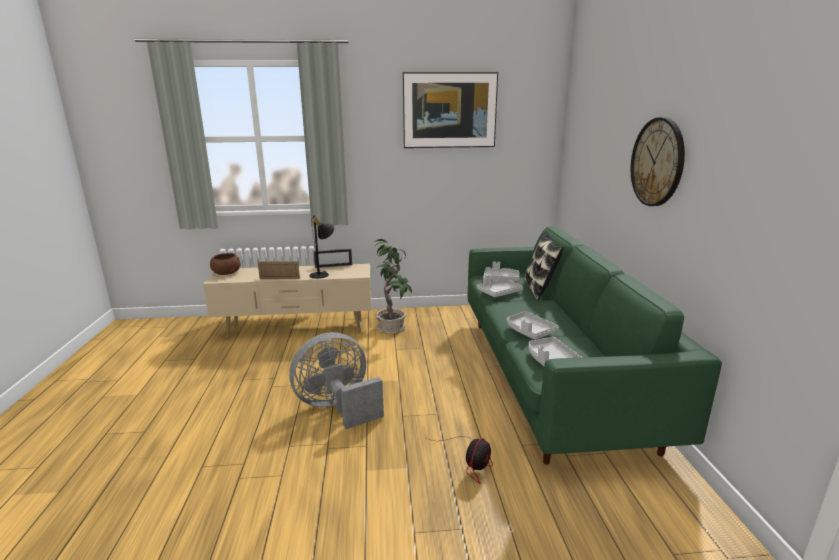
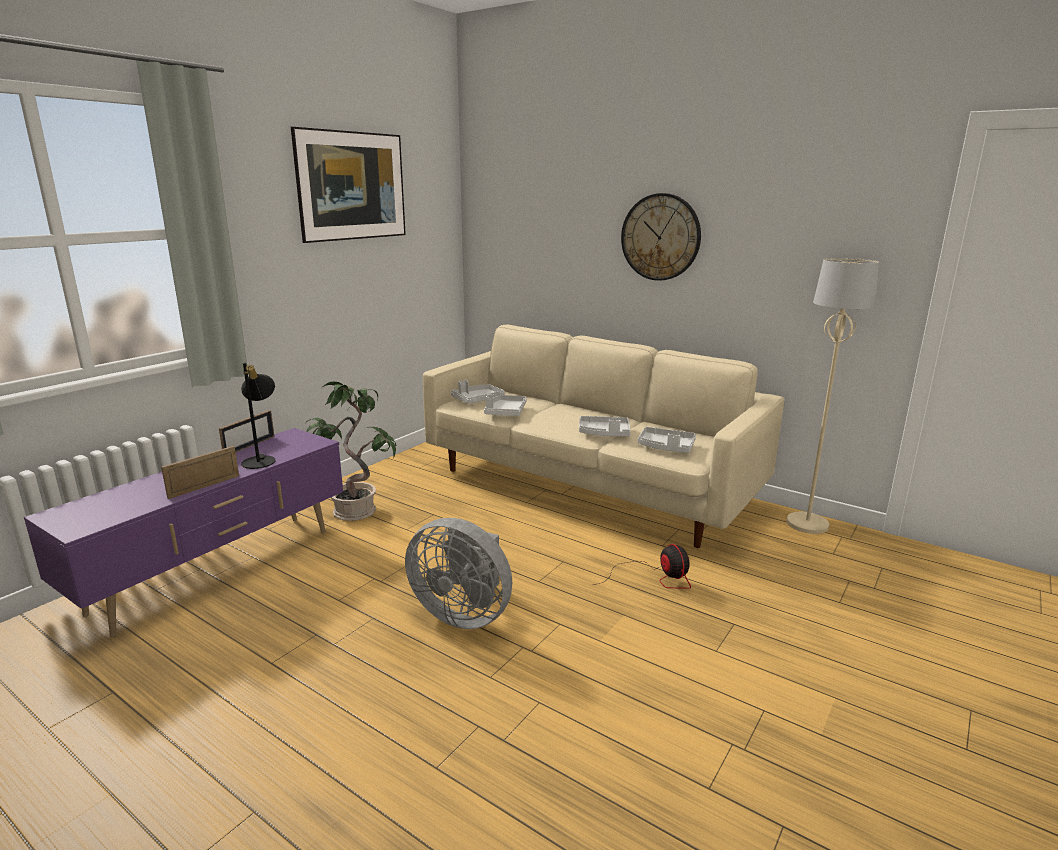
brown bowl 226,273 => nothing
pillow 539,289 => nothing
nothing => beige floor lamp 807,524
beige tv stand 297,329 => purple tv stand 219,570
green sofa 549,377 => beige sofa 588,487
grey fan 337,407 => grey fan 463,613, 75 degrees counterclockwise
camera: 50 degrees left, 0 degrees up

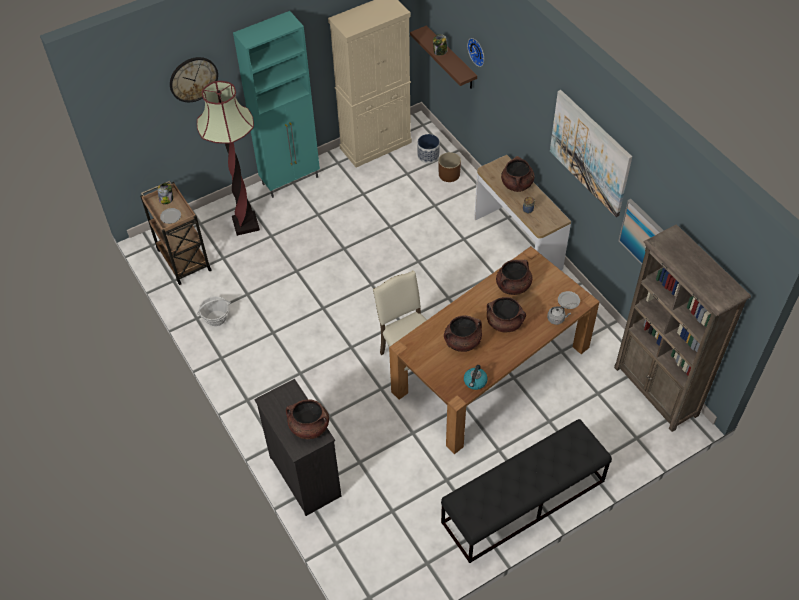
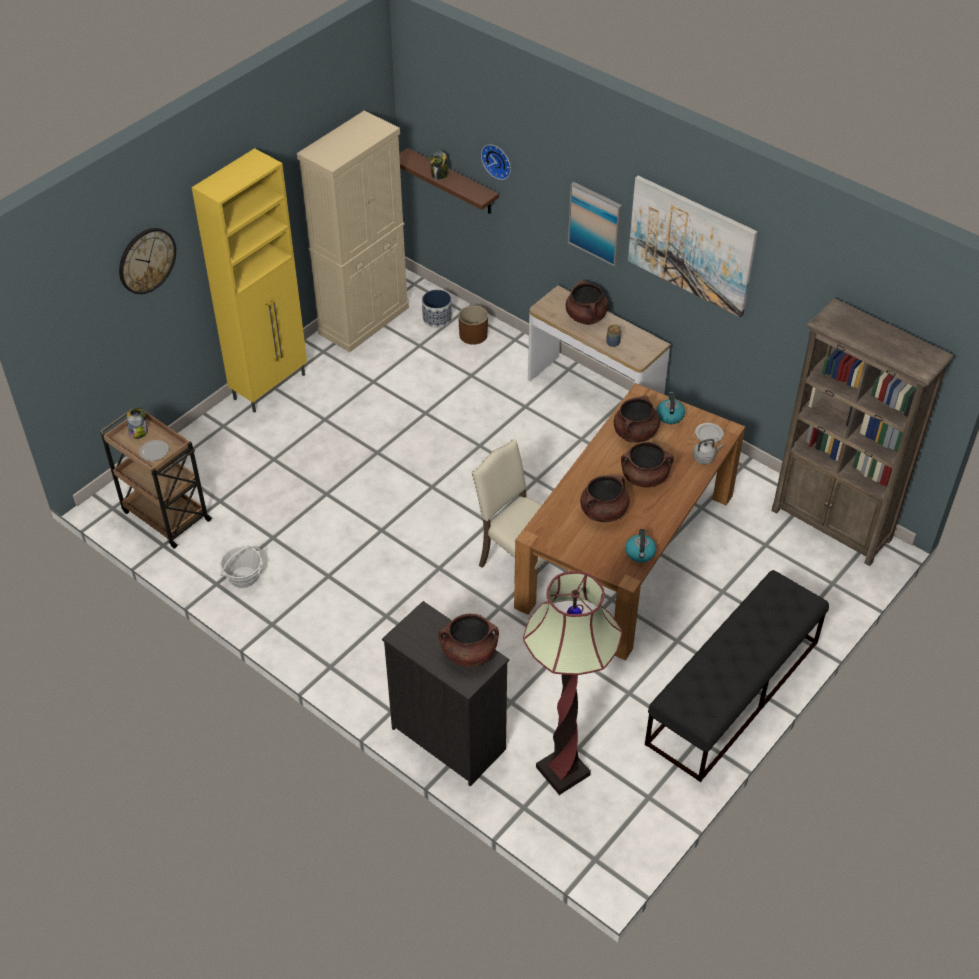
nothing => kettle 669,415
floor lamp 246,224 => floor lamp 563,771, shifted
picture 642,235 => picture 595,223, shifted
turquoise cabinet 291,181 => yellow cabinet 271,386
camera: 20 degrees left, 5 degrees down

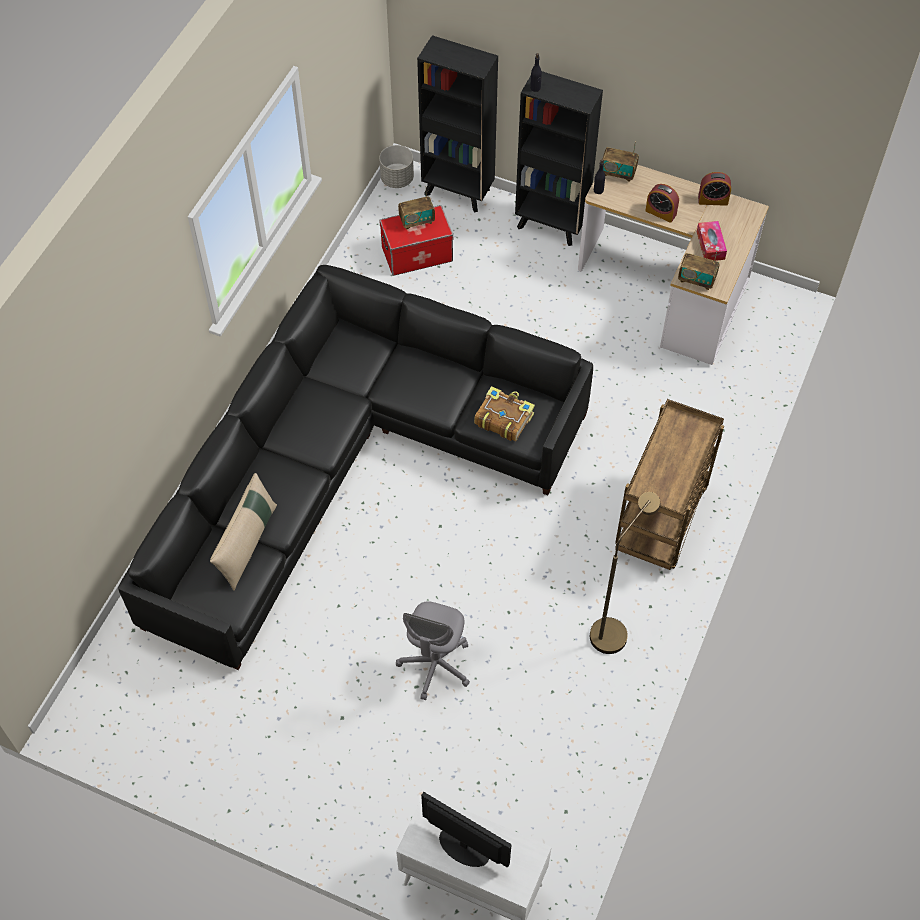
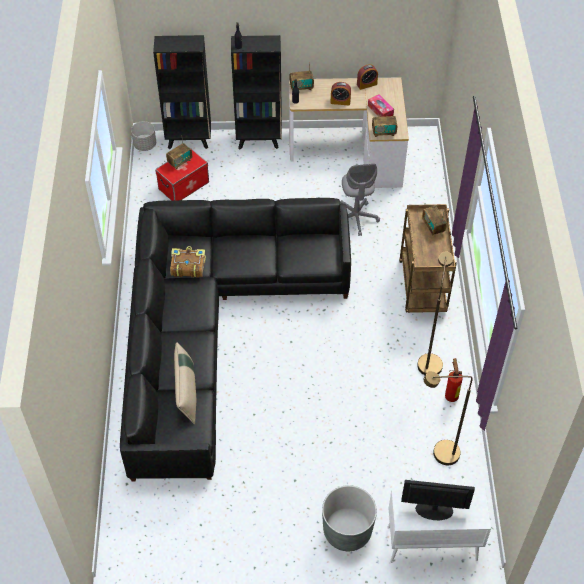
nothing => grey planter 347,531
nothing => radio 433,227
nothing => brown floor lamp 438,454
nothing => fire extinguisher 451,395
grey office chair 435,665 => grey office chair 356,218, shifted
book 503,418 => book 187,266, shifted
camera: 25 degrees left, 5 degrees down

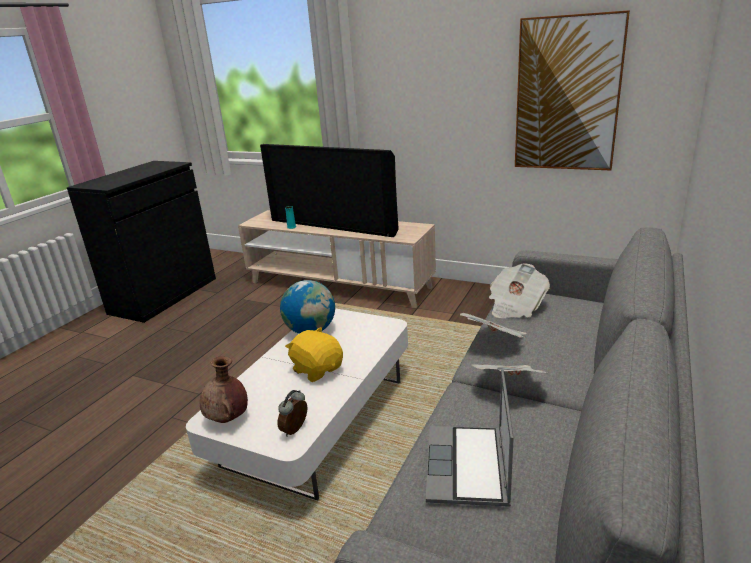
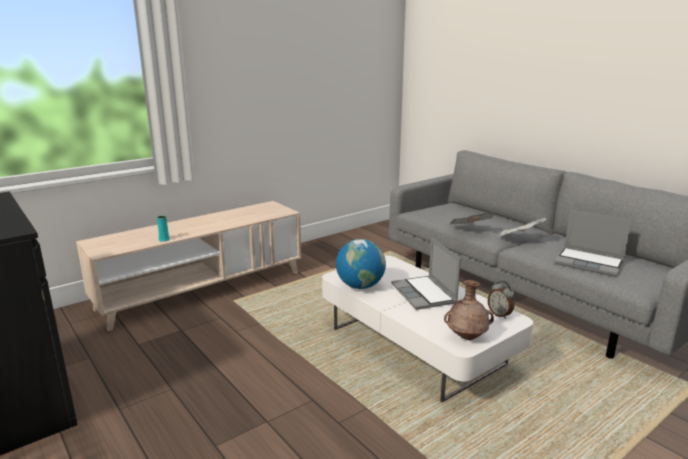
television 334,225 => nothing
newspaper 515,306 => nothing
picture 567,95 => nothing
yellow plush toy 317,369 => laptop 424,294
camera: 65 degrees left, 5 degrees down

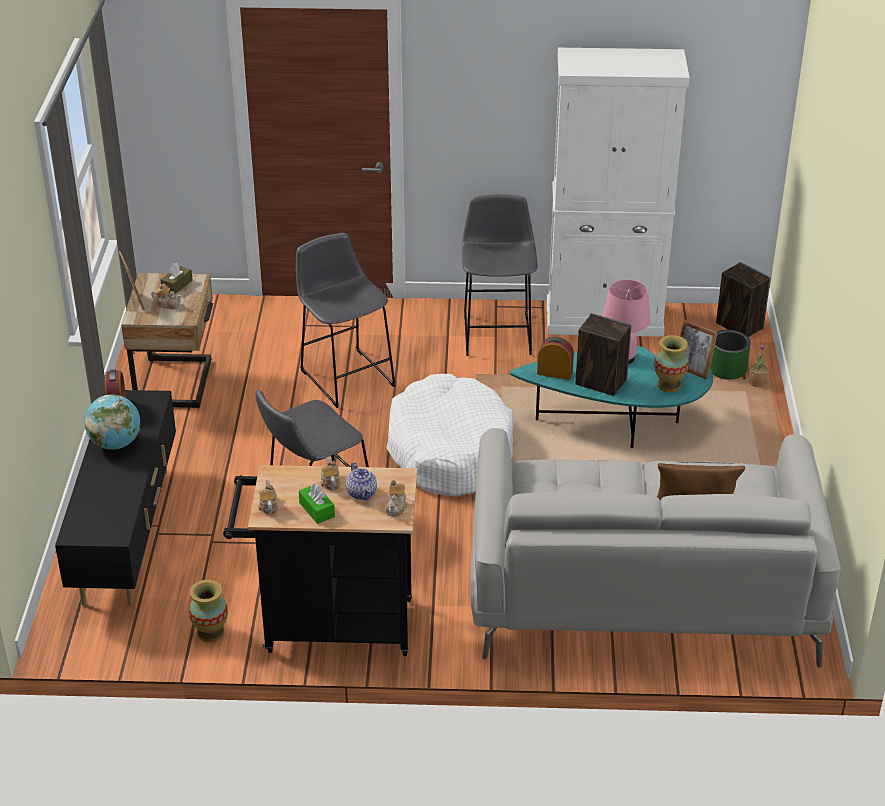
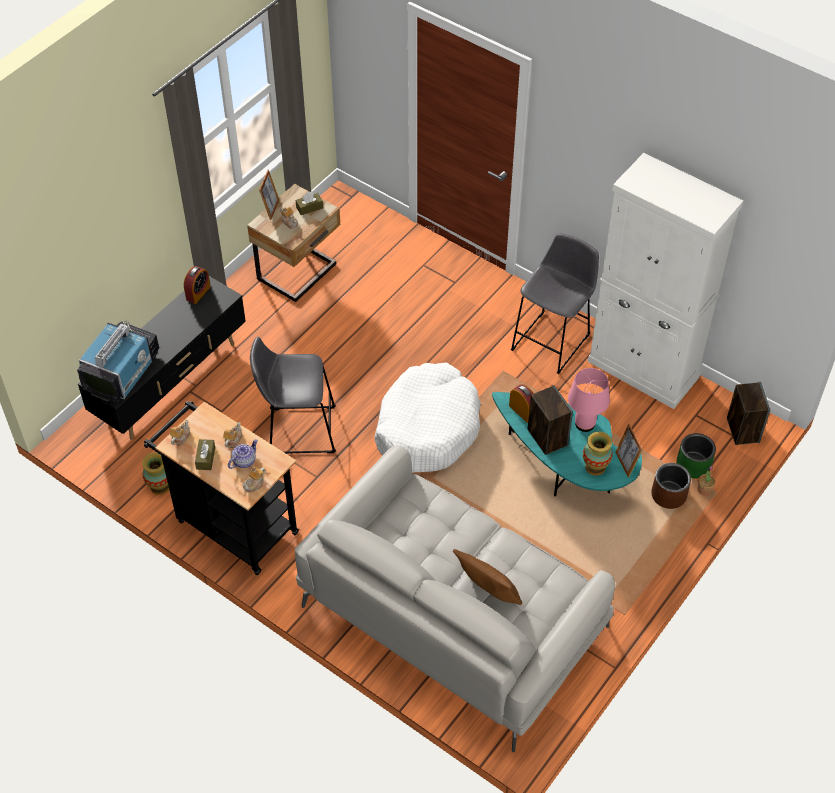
globe 115,443 => nothing
grey stool 345,375 => nothing
nothing => television 123,372
nothing => brown planter 668,495
green tissue box 317,510 => brown tissue box 205,458
teapot 362,493 => teapot 244,461, 150 degrees counterclockwise
camera: 35 degrees right, 15 degrees up

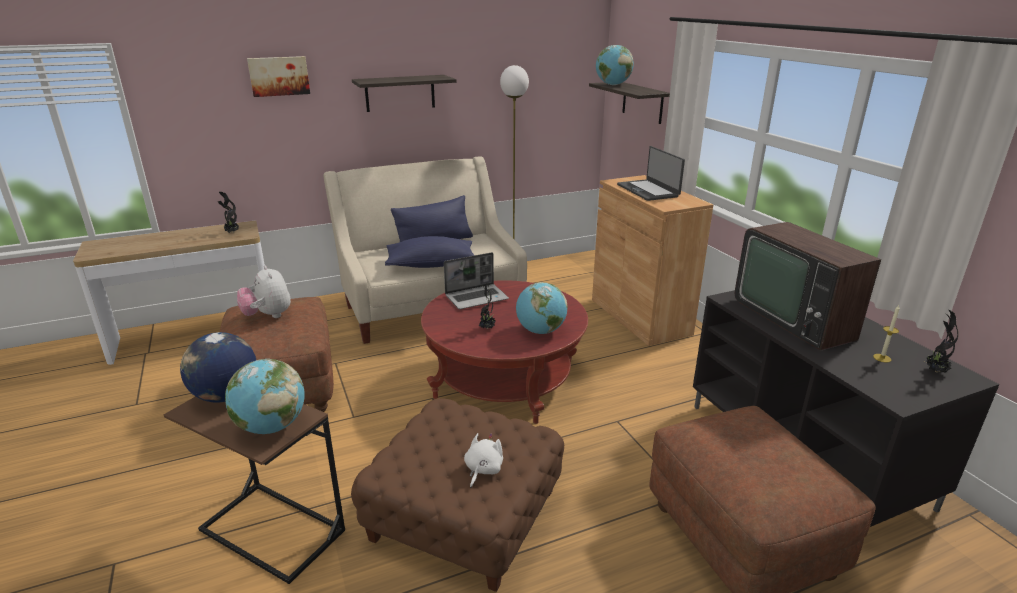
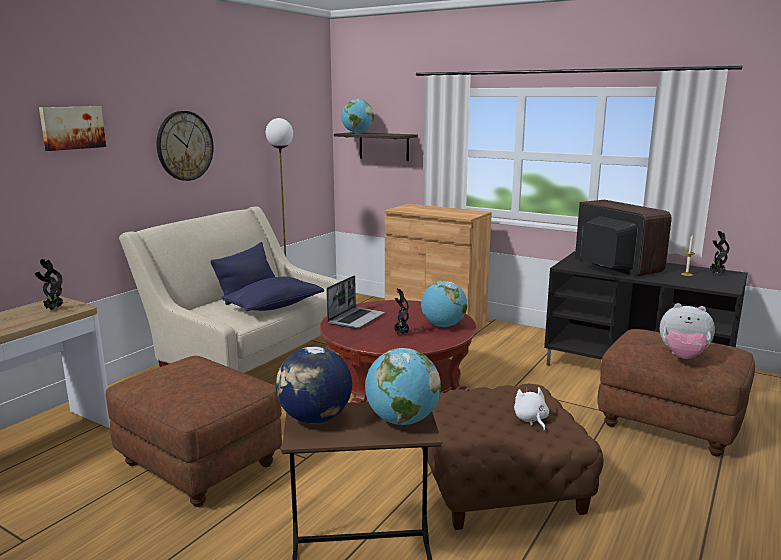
laptop 648,190 => nothing
plush toy 268,315 => plush toy 683,357, shifted
shelf 400,93 => wall clock 184,146
television 796,316 => television 614,266, 150 degrees counterclockwise
camera: 35 degrees left, 10 degrees down

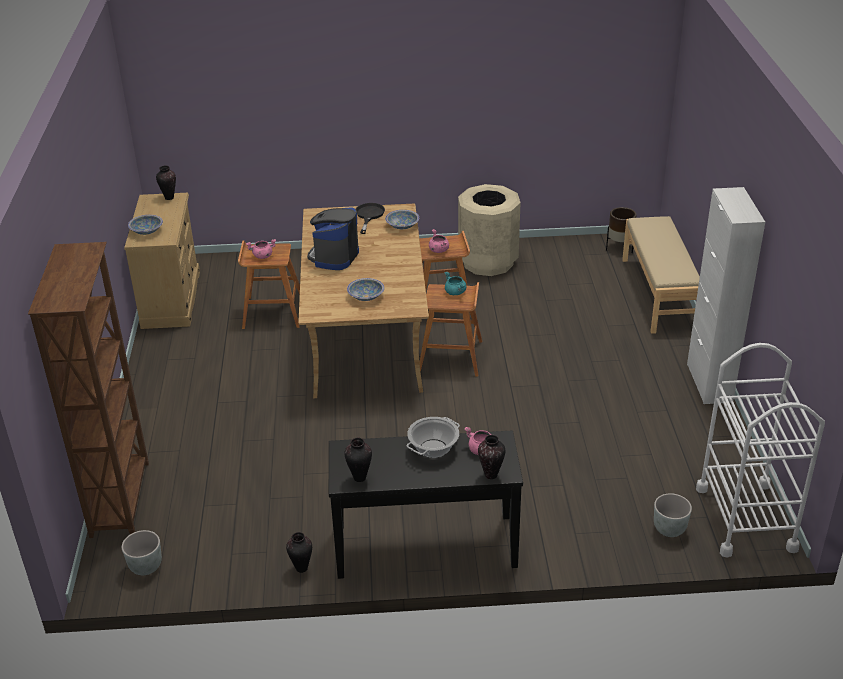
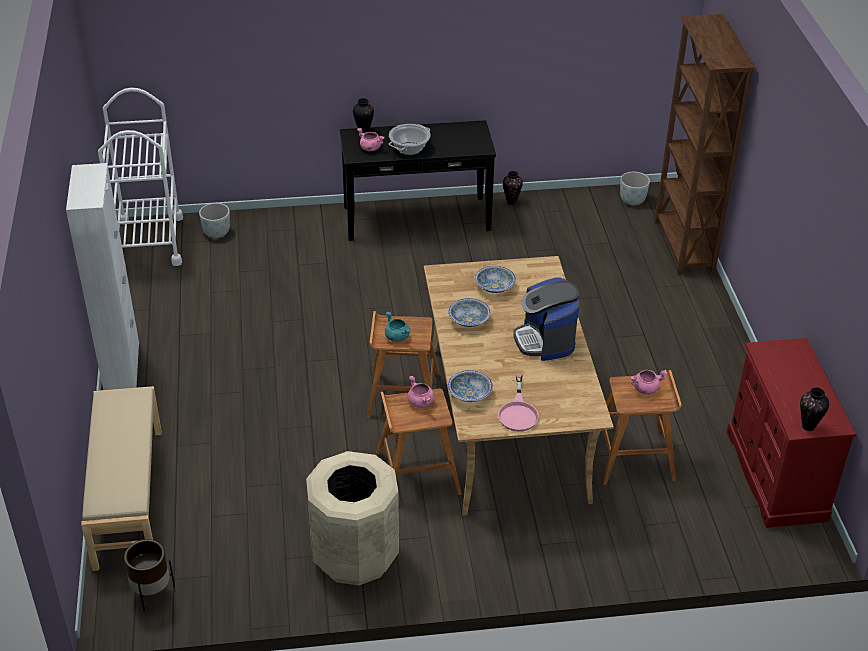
vase 359,478 => nothing
bowl 146,231 => bowl 469,320, shifted
beige dresser 171,299 => red dresser 775,475
black frying pan 369,215 => pink frying pan 518,412
coffee machine 334,257 => coffee machine 545,340, 150 degrees clockwise
camera: 175 degrees right, 5 degrees up

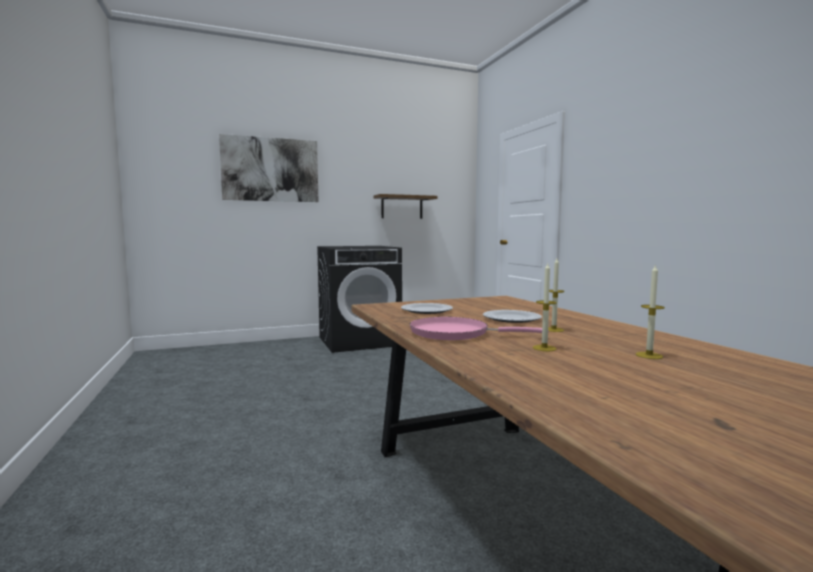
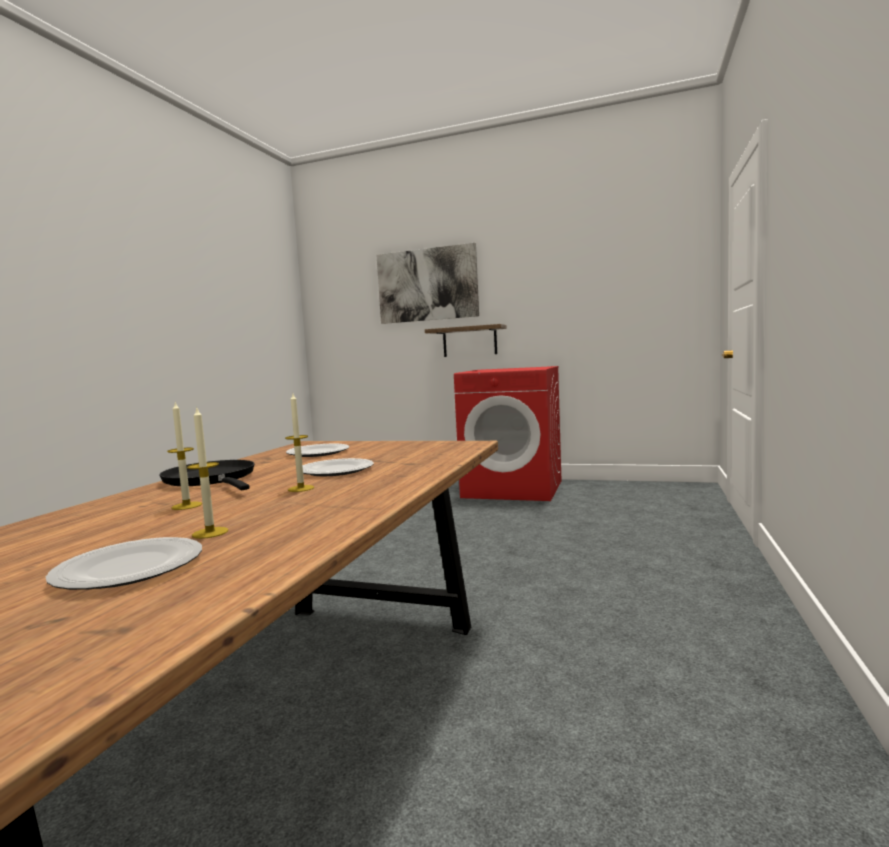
nothing => plate 130,569
shelf 402,207 => shelf 469,341, shifted
black washing machine 359,341 => red washing machine 513,489
pink frying pan 455,333 => black frying pan 212,480
camera: 40 degrees right, 0 degrees up

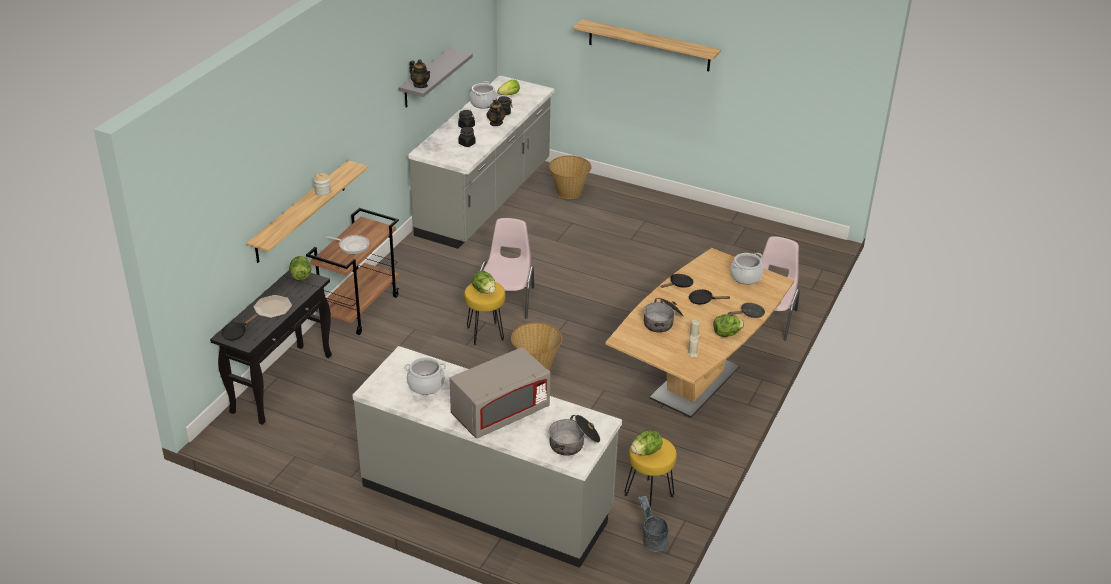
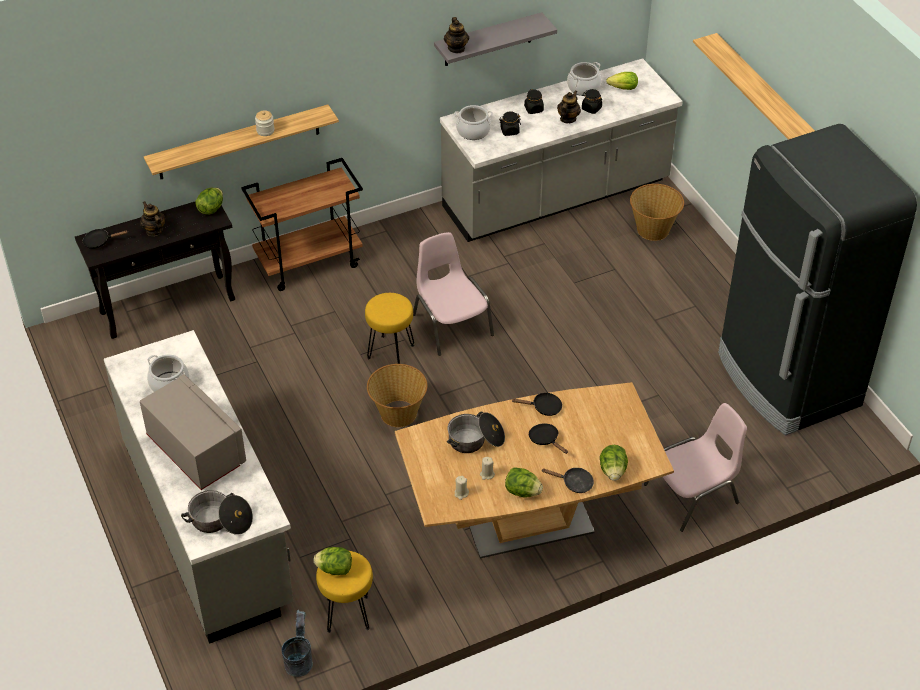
frying pan 352,246 => nothing
nothing => black fridge 787,381
lettuce 484,291 => lettuce 613,471, shifted
cooking pot 746,277 => cooking pot 473,131, shifted
plate 273,307 => teapot 154,230
grey microwave 500,413 => grey microwave 196,451, 135 degrees counterclockwise
pink chair 506,299 => pink chair 451,324, 75 degrees counterclockwise
camera: 40 degrees right, 10 degrees up

